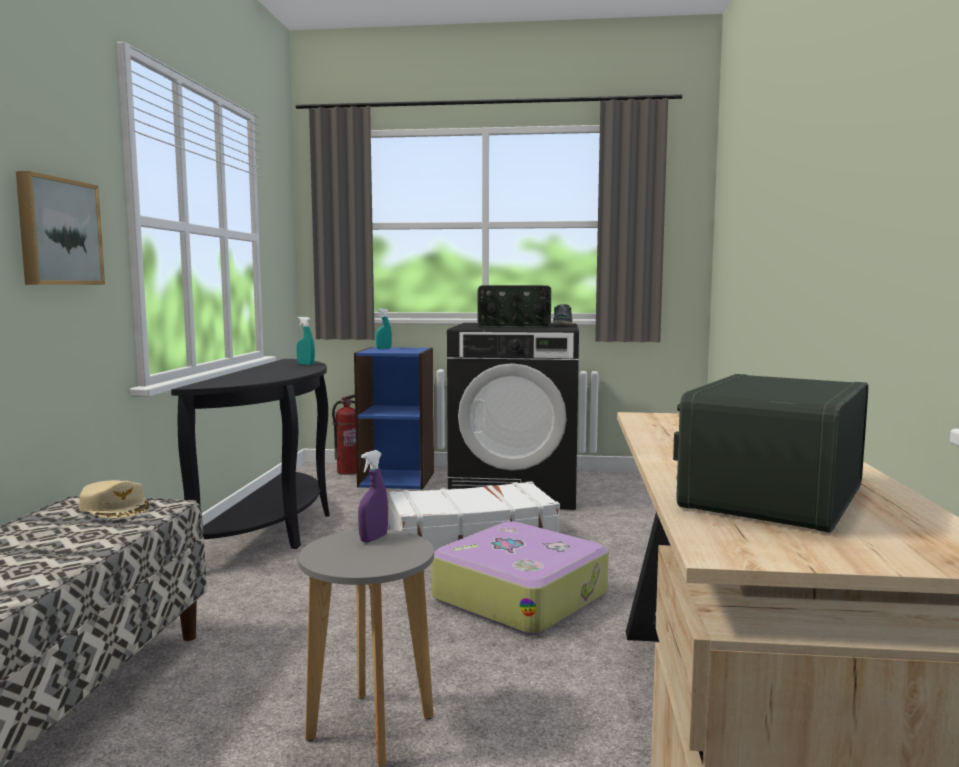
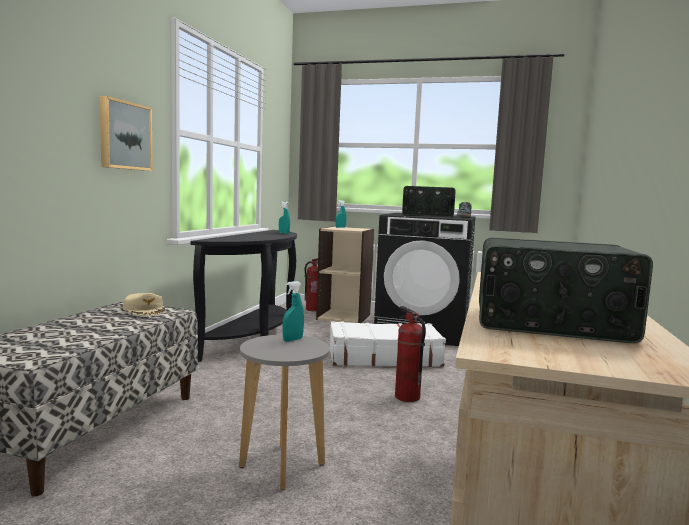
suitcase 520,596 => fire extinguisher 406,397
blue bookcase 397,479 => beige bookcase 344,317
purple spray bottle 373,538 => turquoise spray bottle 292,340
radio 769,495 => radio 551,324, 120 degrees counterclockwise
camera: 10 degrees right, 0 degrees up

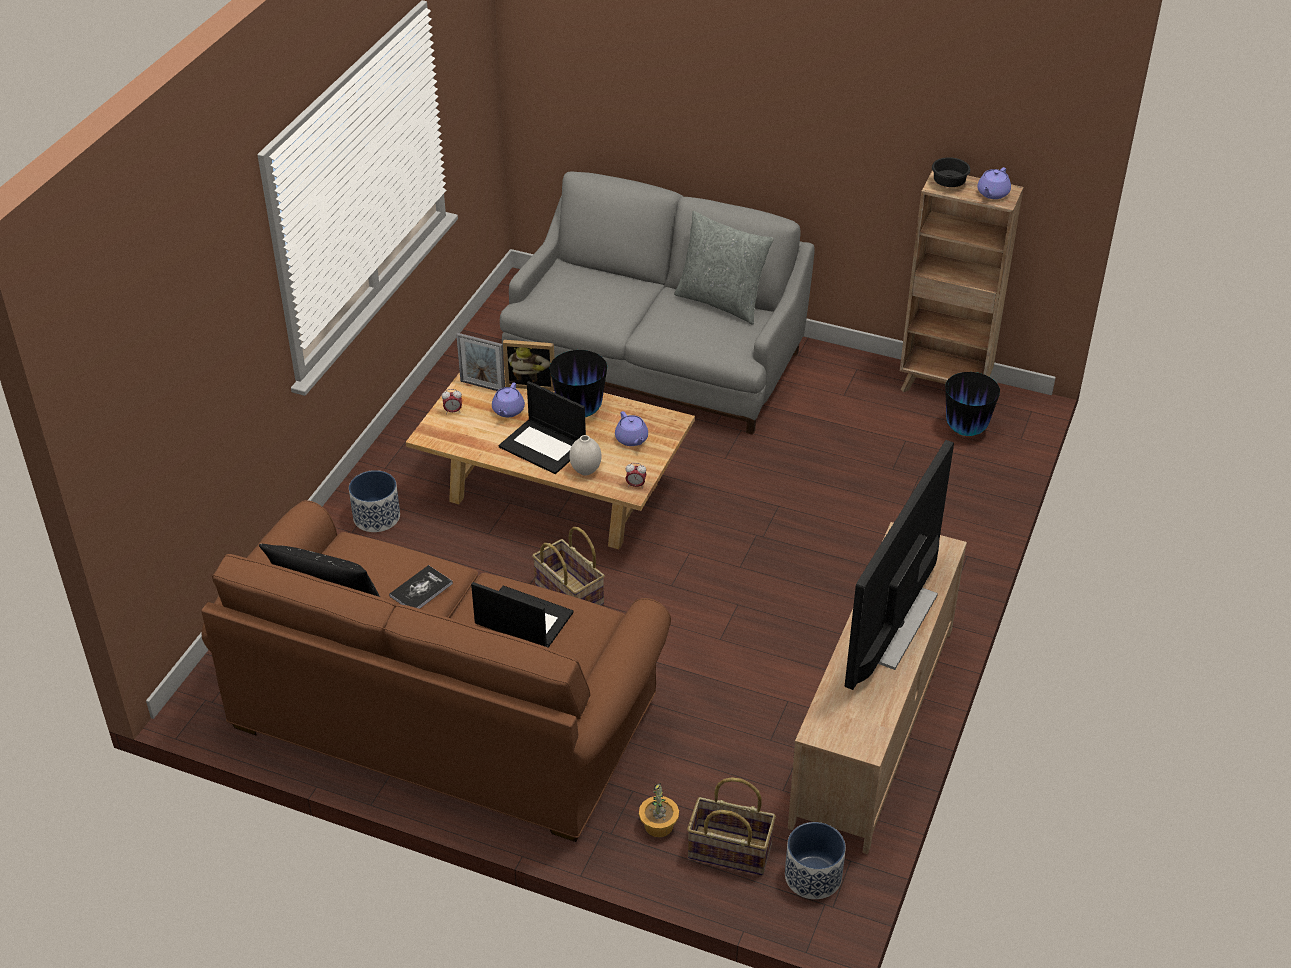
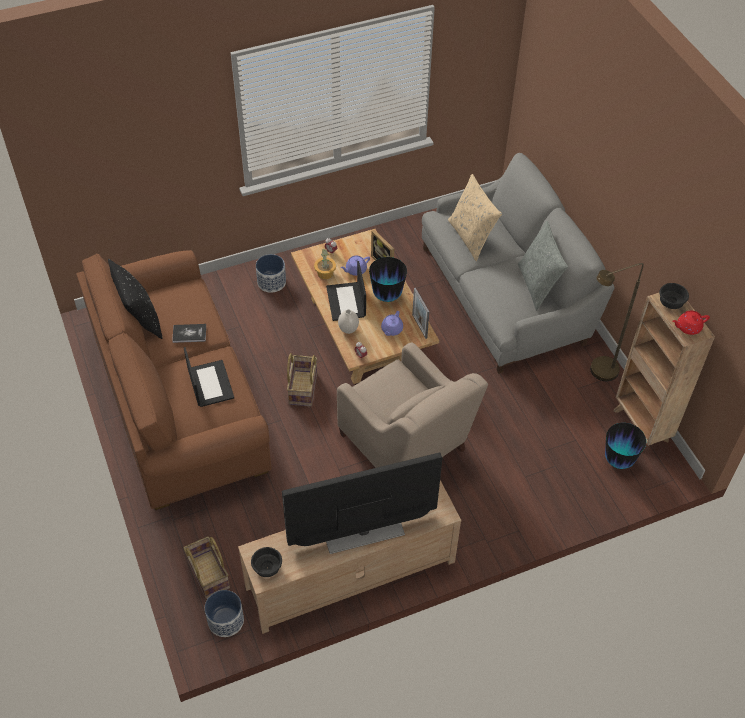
nothing => black bowl 267,568
nothing => beige armchair 405,445
nothing => beige pillow 471,237
nothing => brown floor lamp 597,373
picture frame 482,386 => picture frame 419,326, shifted
potted plant 659,826 => potted plant 325,273, shifted
purple teapot 992,193 => red teapot 688,327
camera: 45 degrees right, 10 degrees up

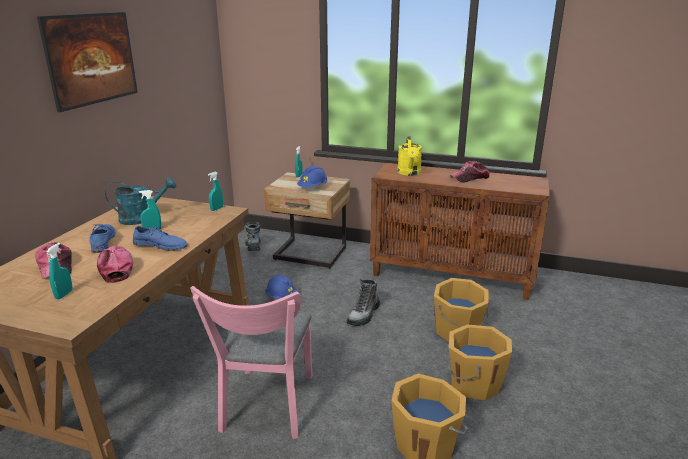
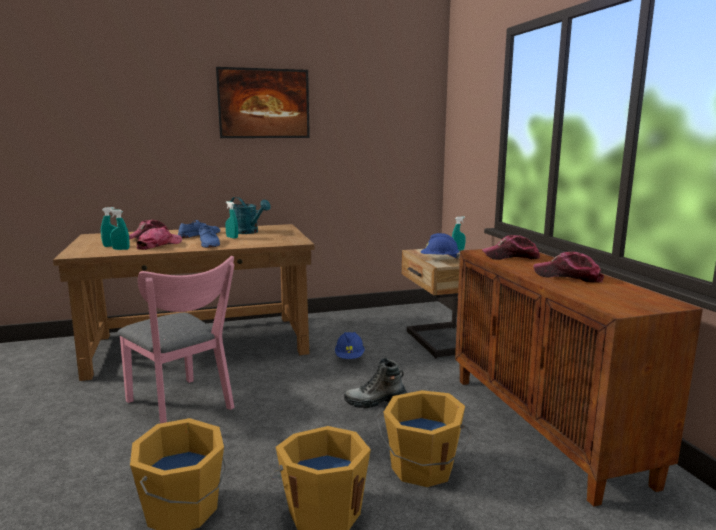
boot 253,246 => nothing
turquoise spray bottle 216,209 => turquoise spray bottle 121,249, shifted
yellow watering can 409,173 => cap 511,257
pink chair 266,408 => pink chair 183,408, 105 degrees counterclockwise
camera: 55 degrees right, 10 degrees down

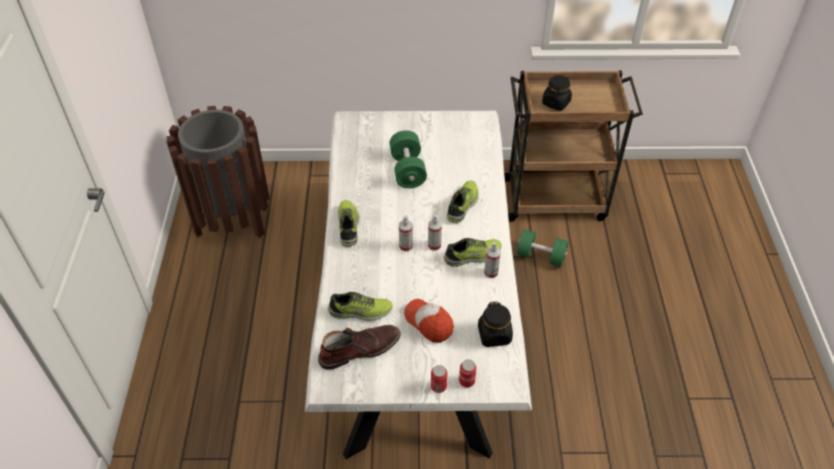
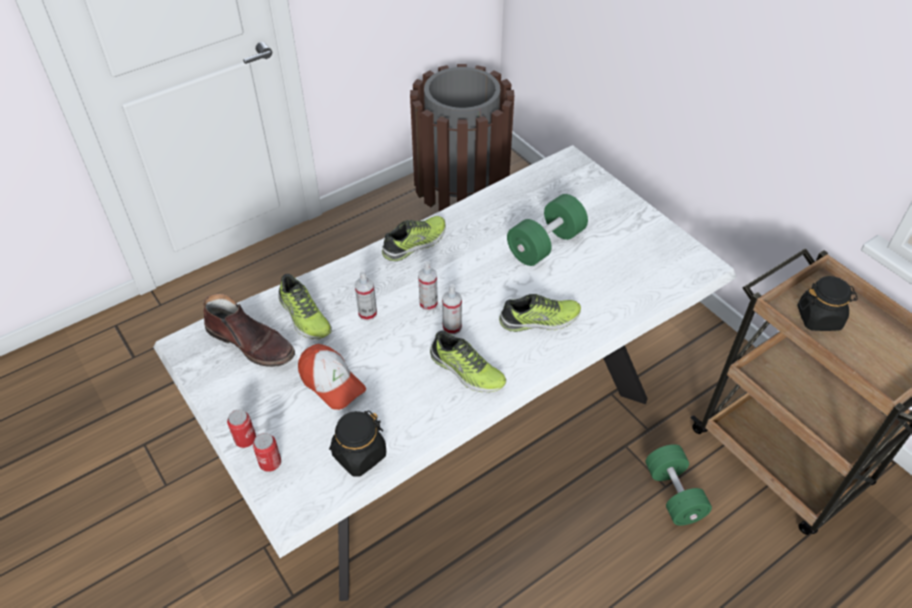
spray bottle 491,272 => spray bottle 367,313, shifted
cap 429,323 => cap 332,383, 120 degrees clockwise
camera: 55 degrees right, 0 degrees up

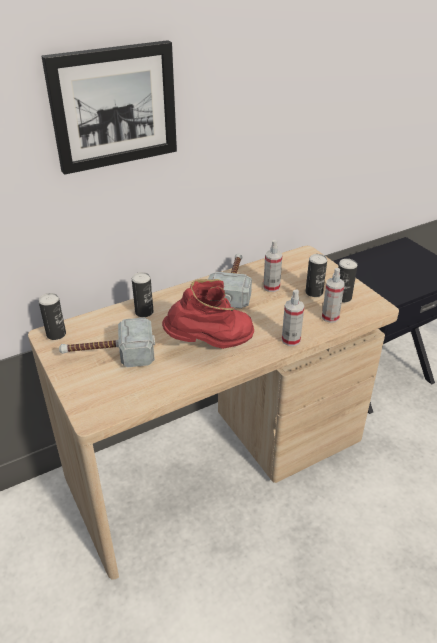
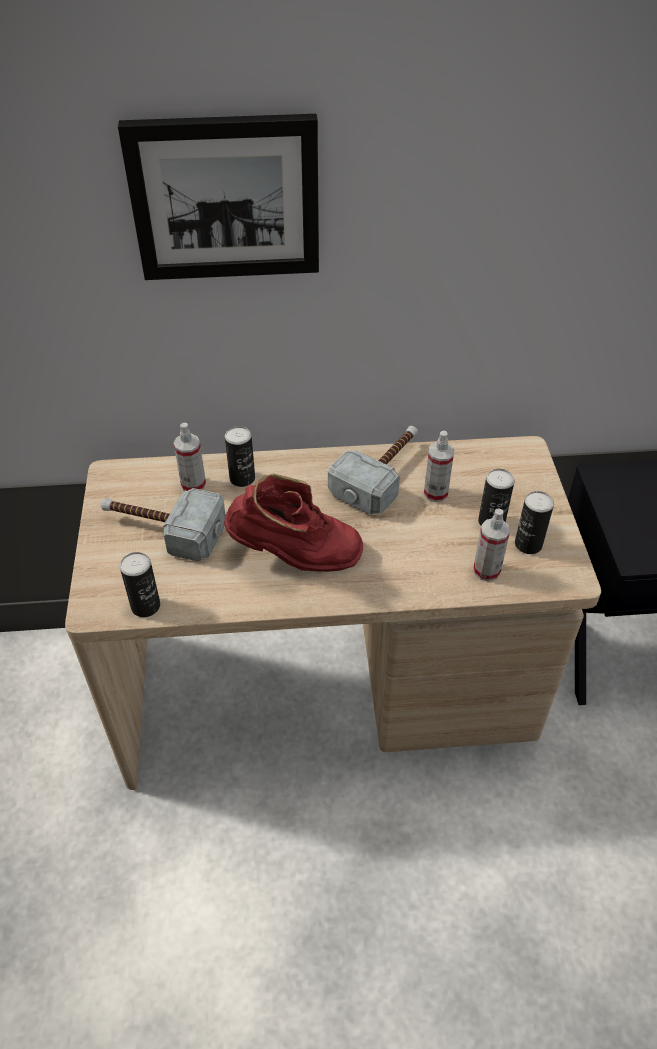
can 56,334 => can 145,606, shifted
spray bottle 291,340 => spray bottle 193,485, shifted
camera: 25 degrees right, 10 degrees up

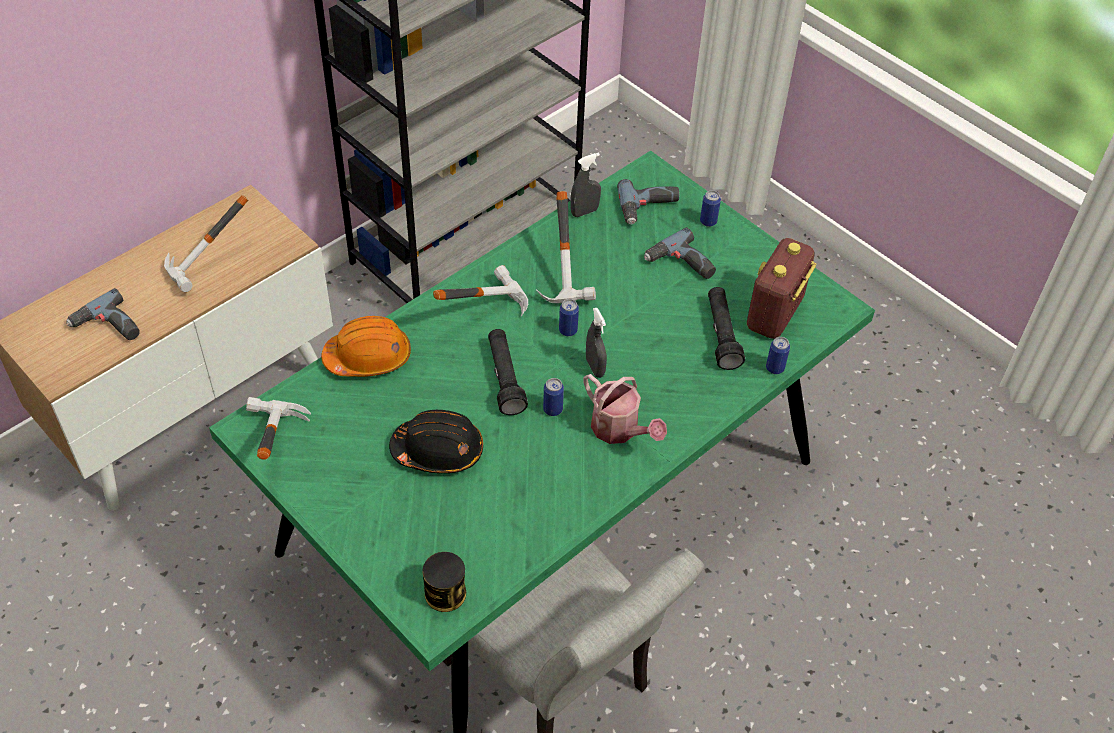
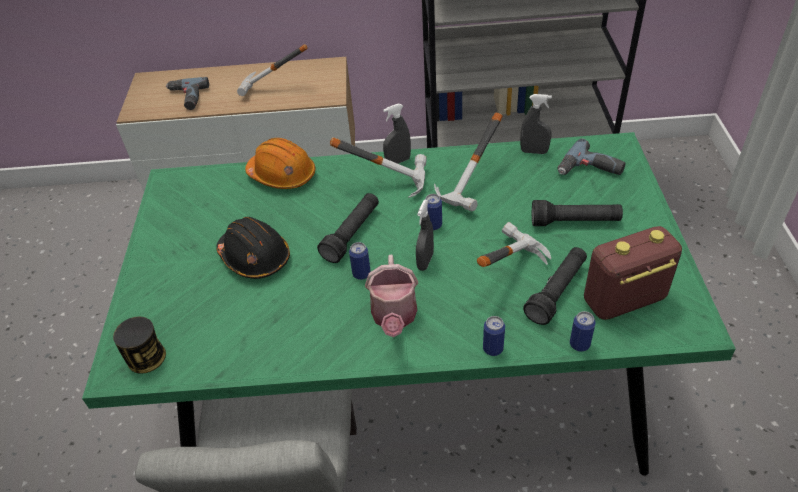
nothing => grey spray bottle 398,161
hammer 268,447 => hammer 501,268, shifted
can 708,221 => can 493,349, shifted
power drill 680,265 => black flashlight 575,222
camera: 45 degrees right, 5 degrees down

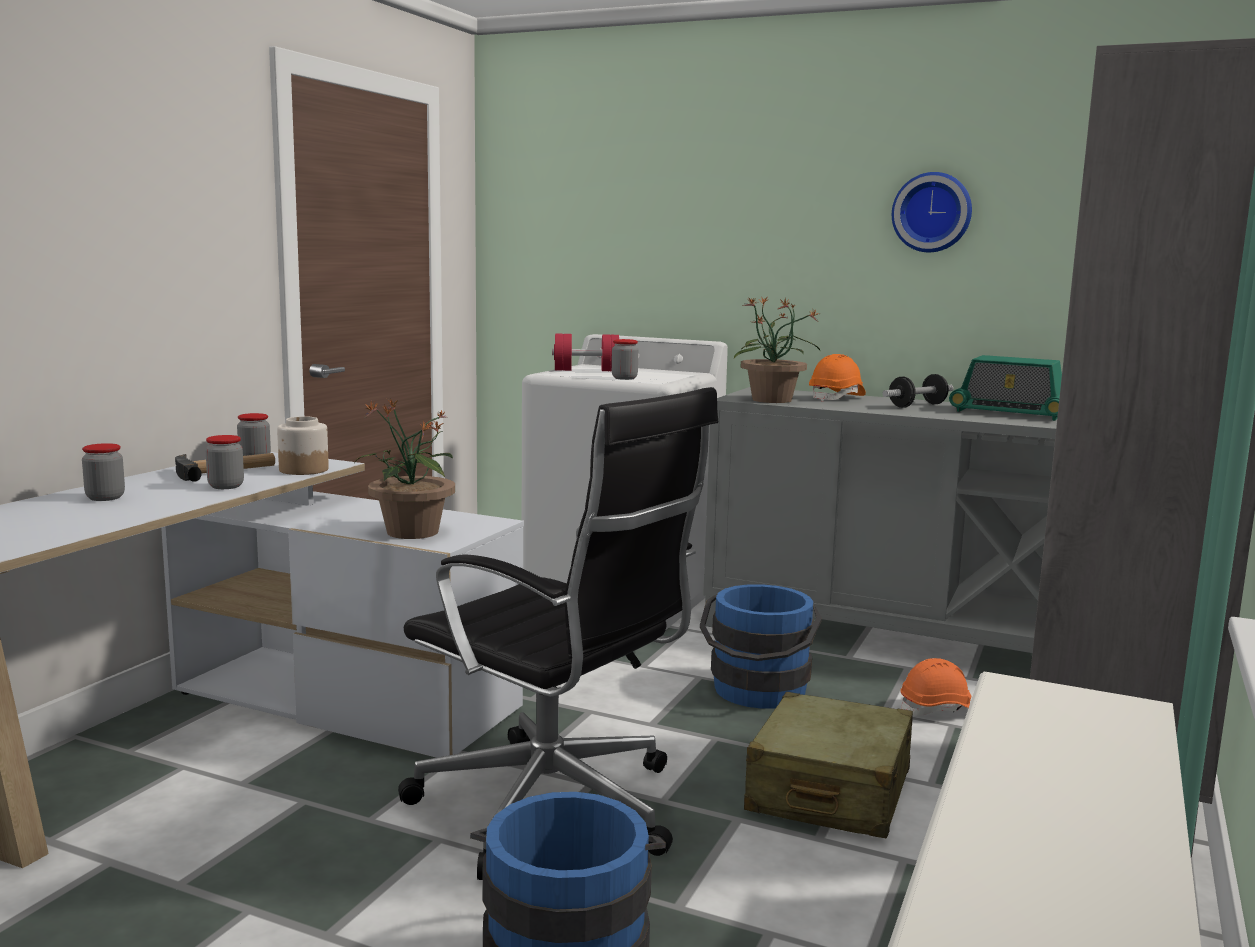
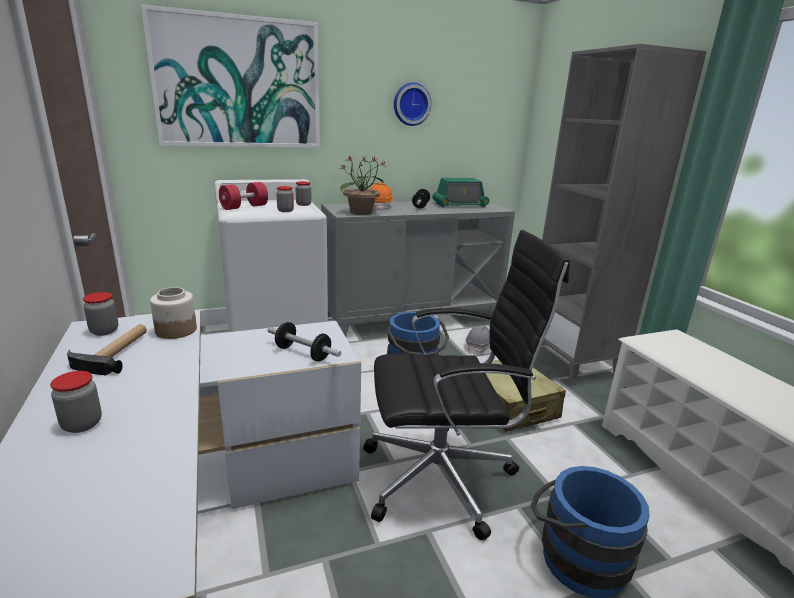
nothing => picture 238,83
jar 226,486 => jar 303,204, shifted
potted plant 411,532 => dumbbell 303,353
orange hard hat 938,709 => grey hard hat 479,347
camera: 45 degrees left, 10 degrees up

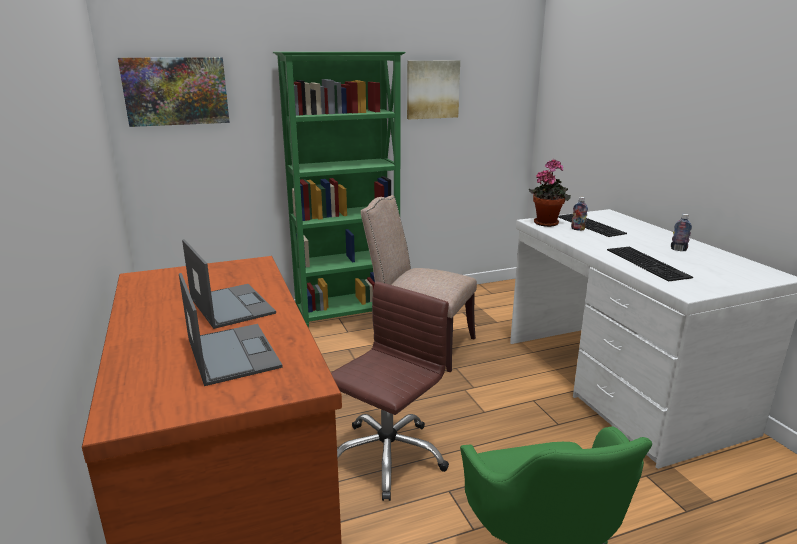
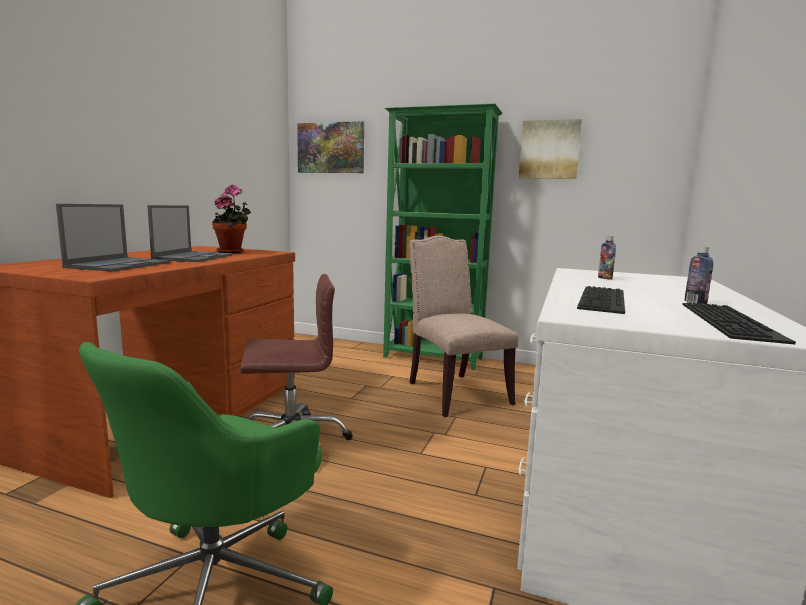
potted plant 547,222 => potted plant 232,252, shifted
keyboard 591,225 => keyboard 733,322, shifted
camera: 40 degrees right, 10 degrees down

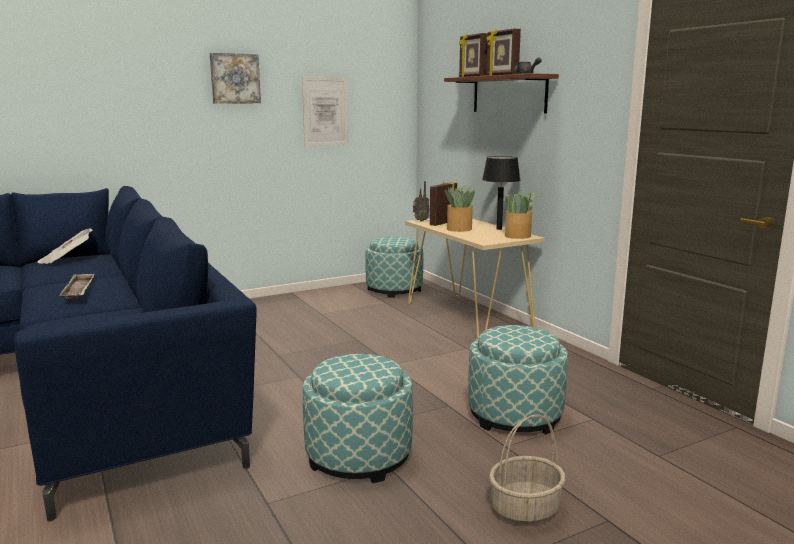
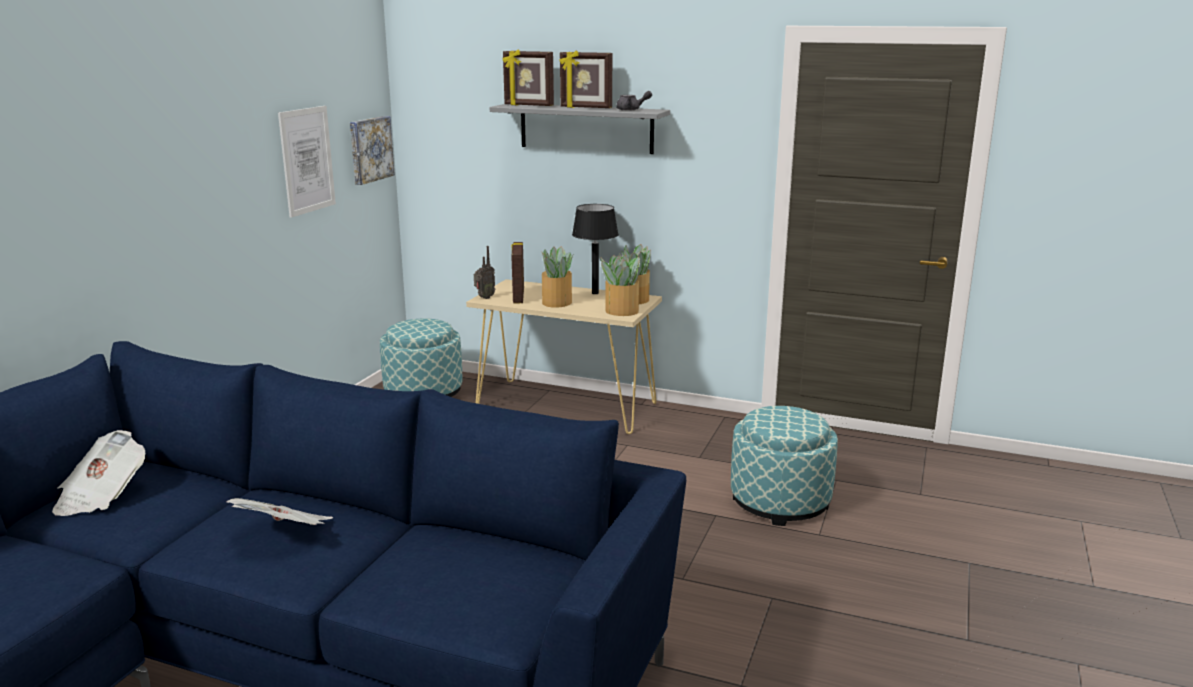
ottoman 358,456 => nothing
basket 525,509 => nothing
nothing => potted plant 621,311
picture 235,78 => picture 369,149, shifted
tray 79,291 => newspaper 285,534
brown shelf 509,94 => grey shelf 586,128
camera: 40 degrees left, 5 degrees up

